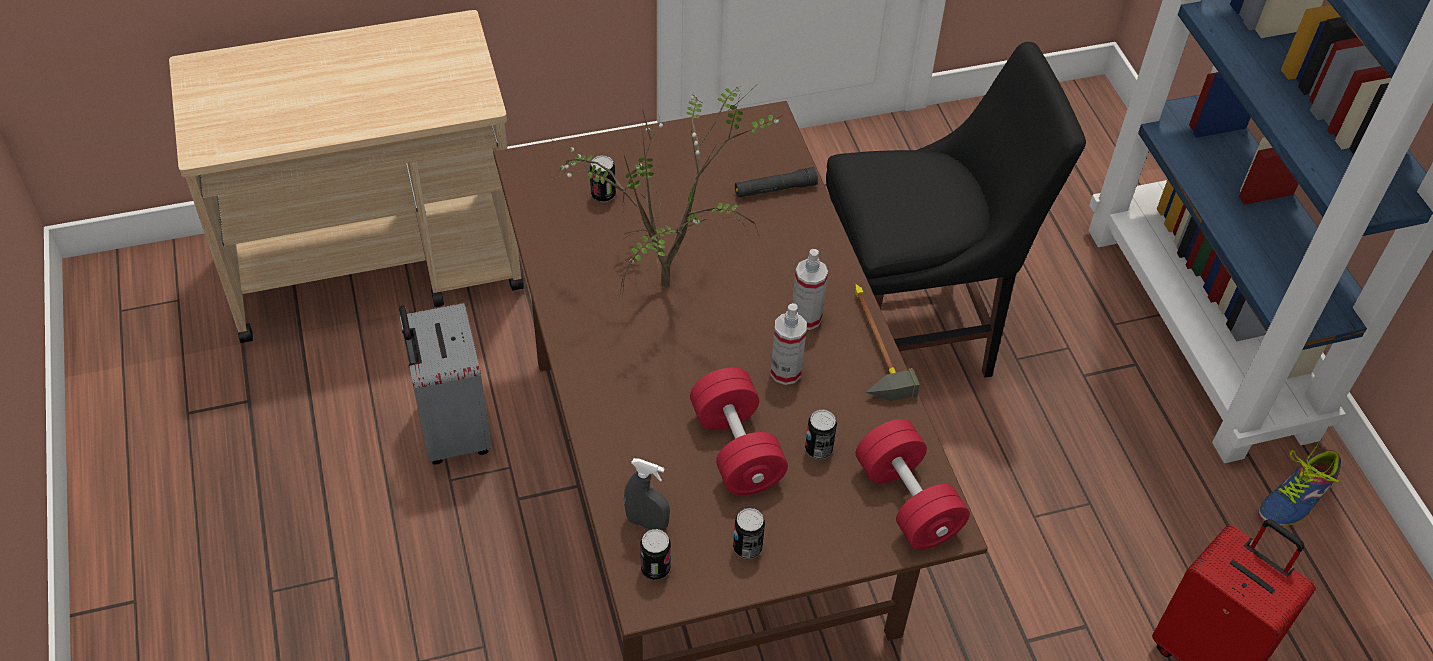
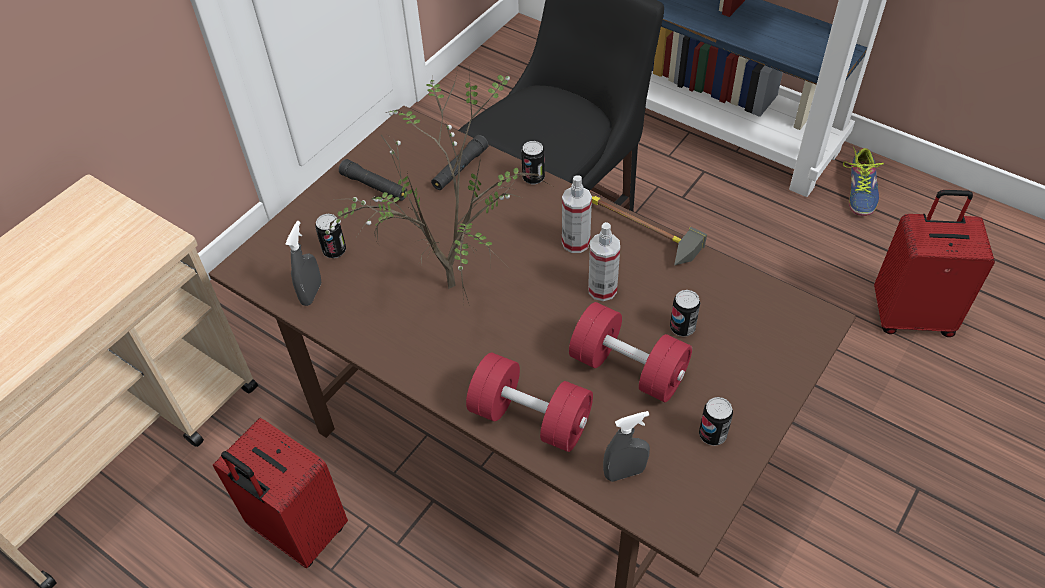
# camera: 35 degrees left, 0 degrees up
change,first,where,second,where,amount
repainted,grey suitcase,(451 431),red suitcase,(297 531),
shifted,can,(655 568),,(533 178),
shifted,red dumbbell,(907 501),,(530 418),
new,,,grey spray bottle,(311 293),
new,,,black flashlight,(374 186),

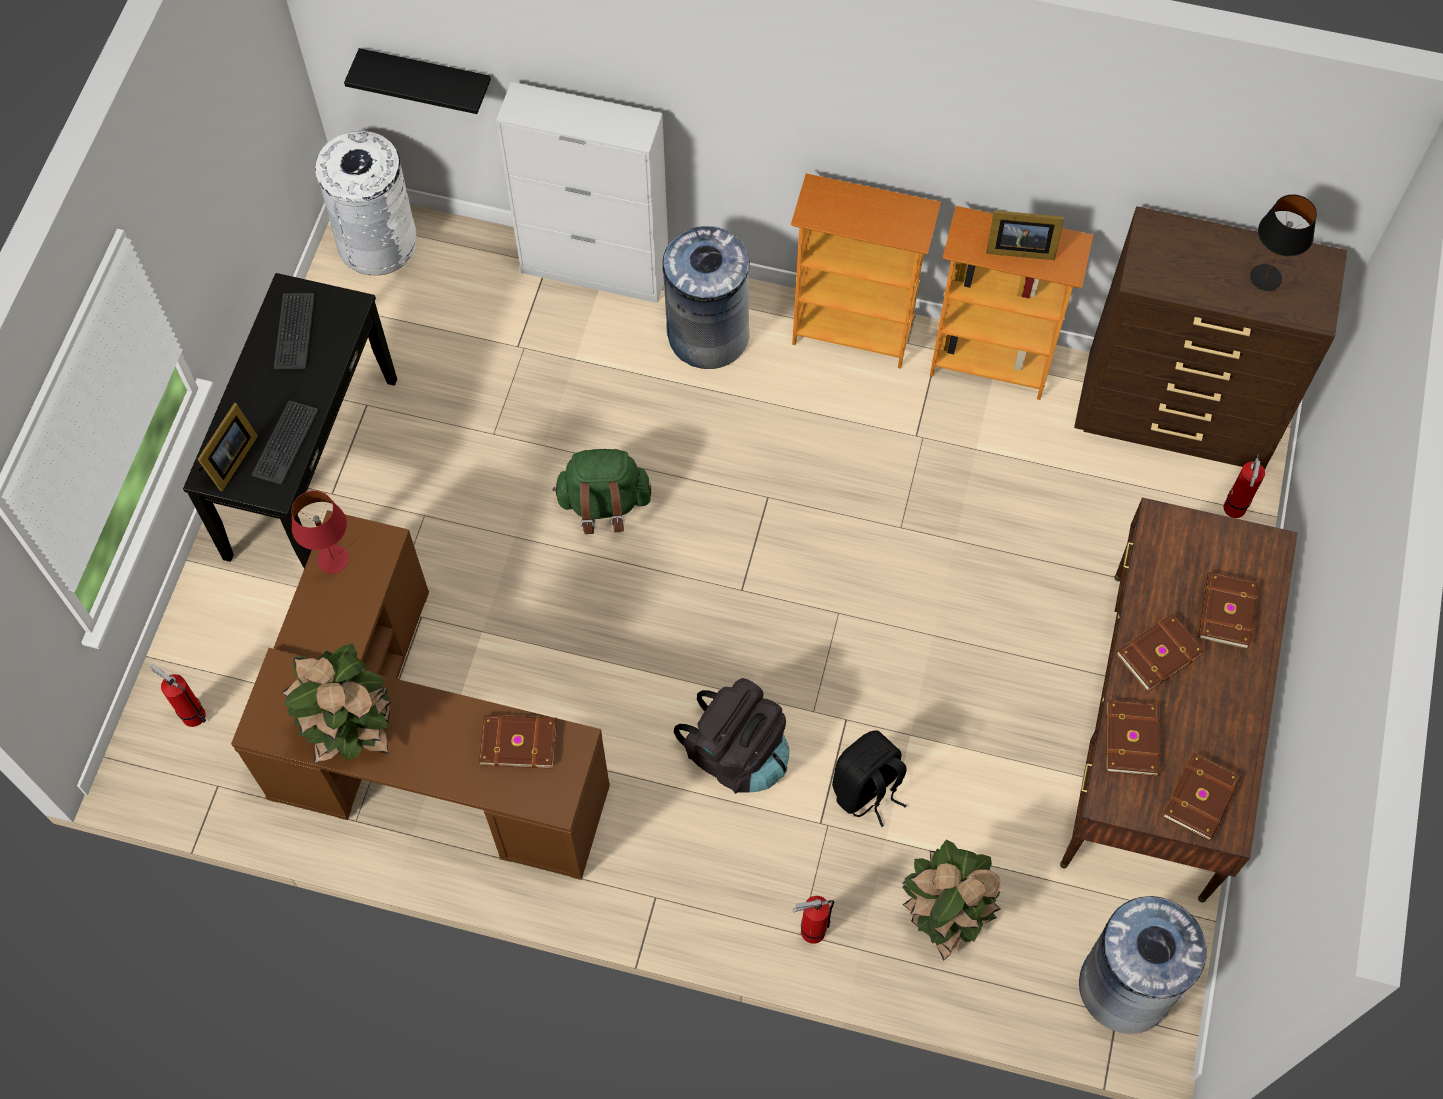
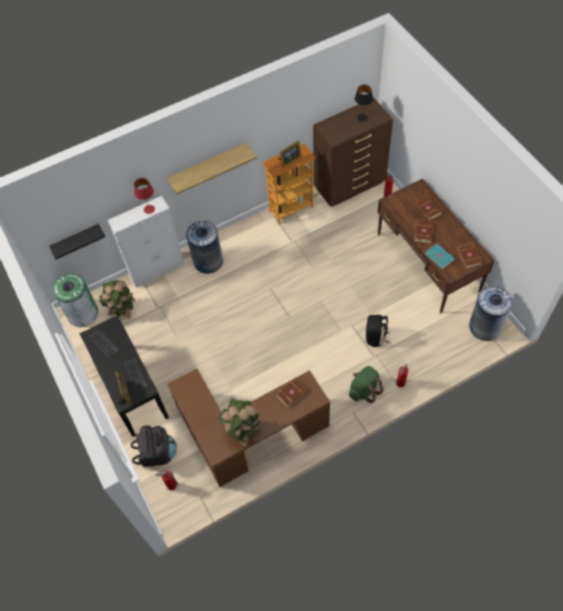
# camera: 40 degrees left, 5 degrees down
change,first,where,second,where,amount
shifted,red table lamp,(333 558),,(149 209),
repainted,white trash can,(378 242),green trash can,(83 313),
shifted,green backpack,(604 504),,(364 390),
shifted,black backpack,(736 754),,(157 453),
gone,bookcase,(853 332),,,
shifted,potted plant,(944 915),,(122 310),
repainted,brown book,(1133 739),turquoise book,(439 256),
new,,,shelf,(208 166),

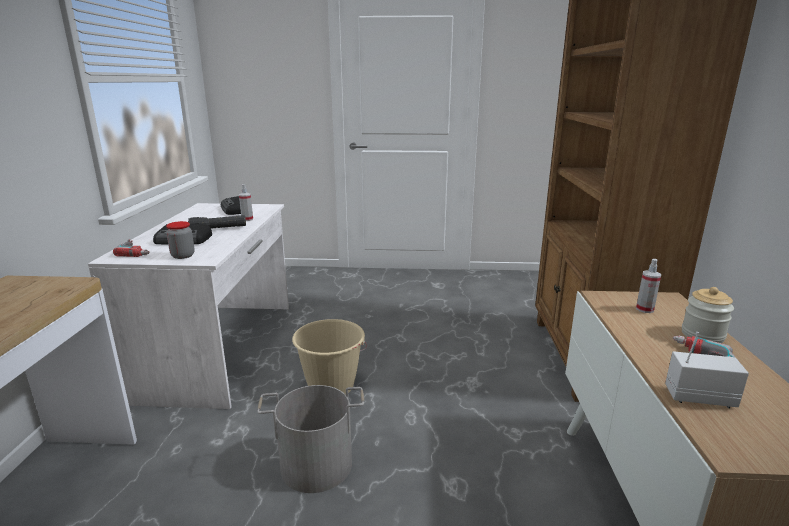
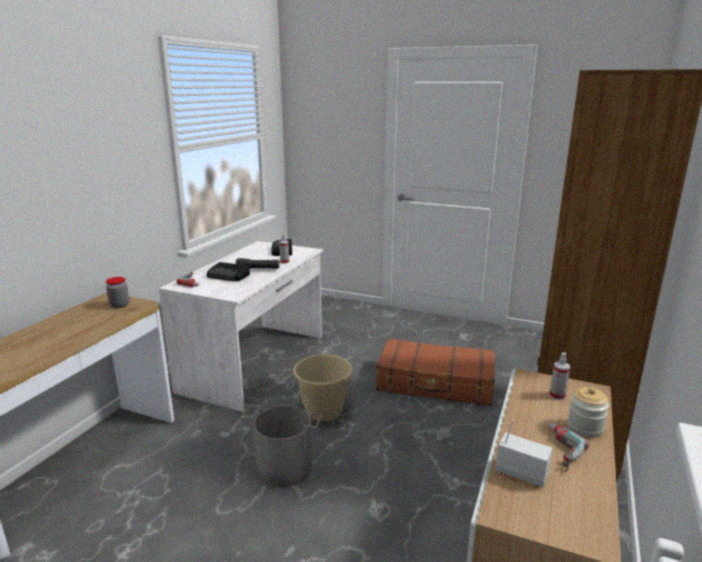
# camera: 20 degrees right, 0 degrees up
change,first,where,second,where,amount
shifted,jar,(183 256),,(119 305),
new,,,brown suitcase,(435 383),

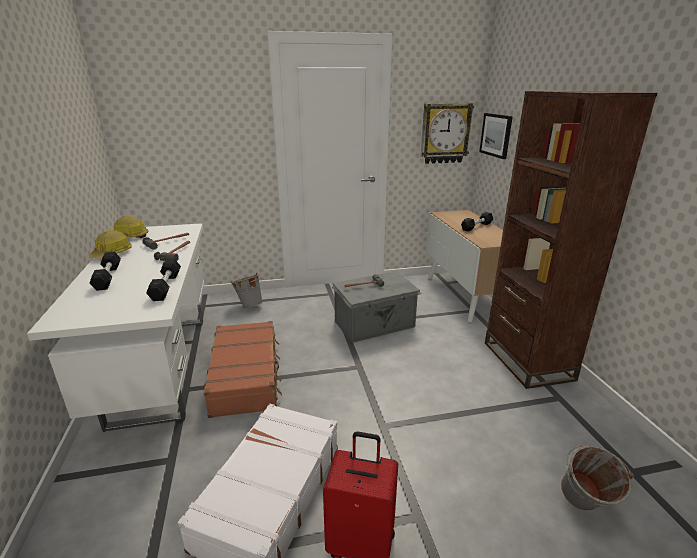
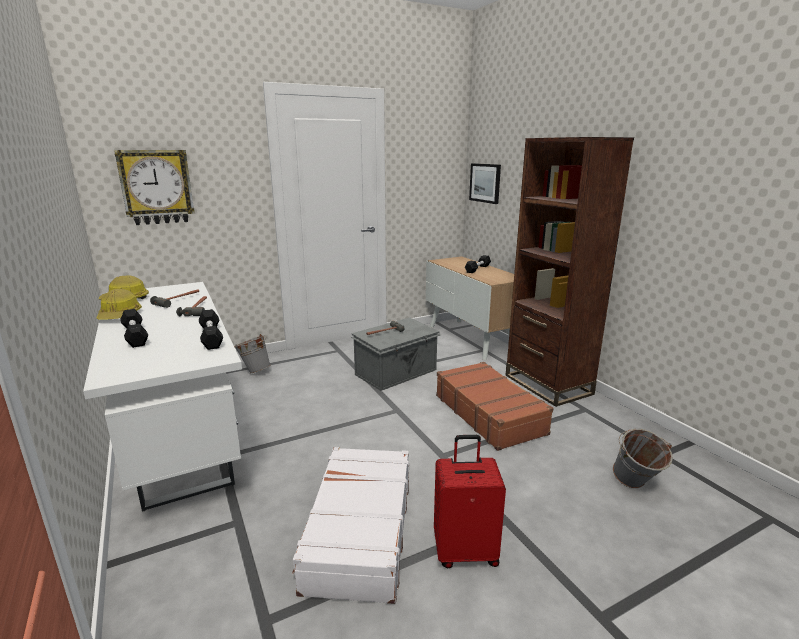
# camera: 15 degrees left, 5 degrees down
change,first,where,second,where,amount
shifted,brown suitcase,(246 376),,(489 414),
shifted,wall clock,(445 133),,(157 187),

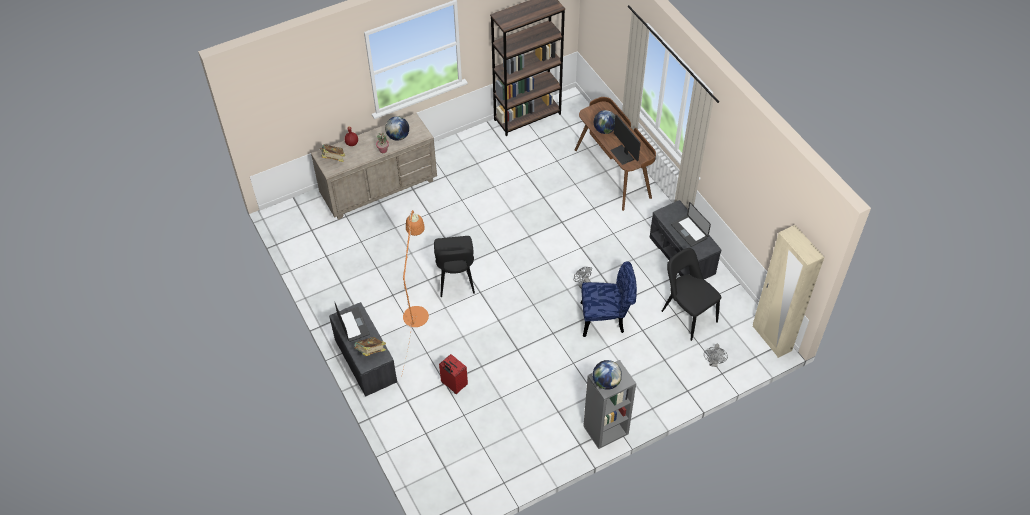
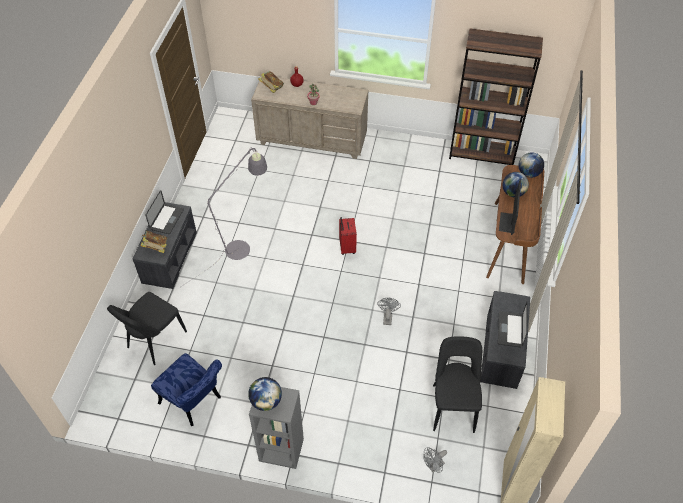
# camera: 40 degrees right, 0 degrees up
change,first,where,second,where,amount
shifted,globe,(398 136),,(528 173),
repainted,orange floor lamp,(416 310),grey floor lamp,(242 246),
shifted,black chair,(456 280),,(155 341),
shifted,red suitcase,(453 385),,(346 247),
shifted,blue chair,(607 318),,(194 402),

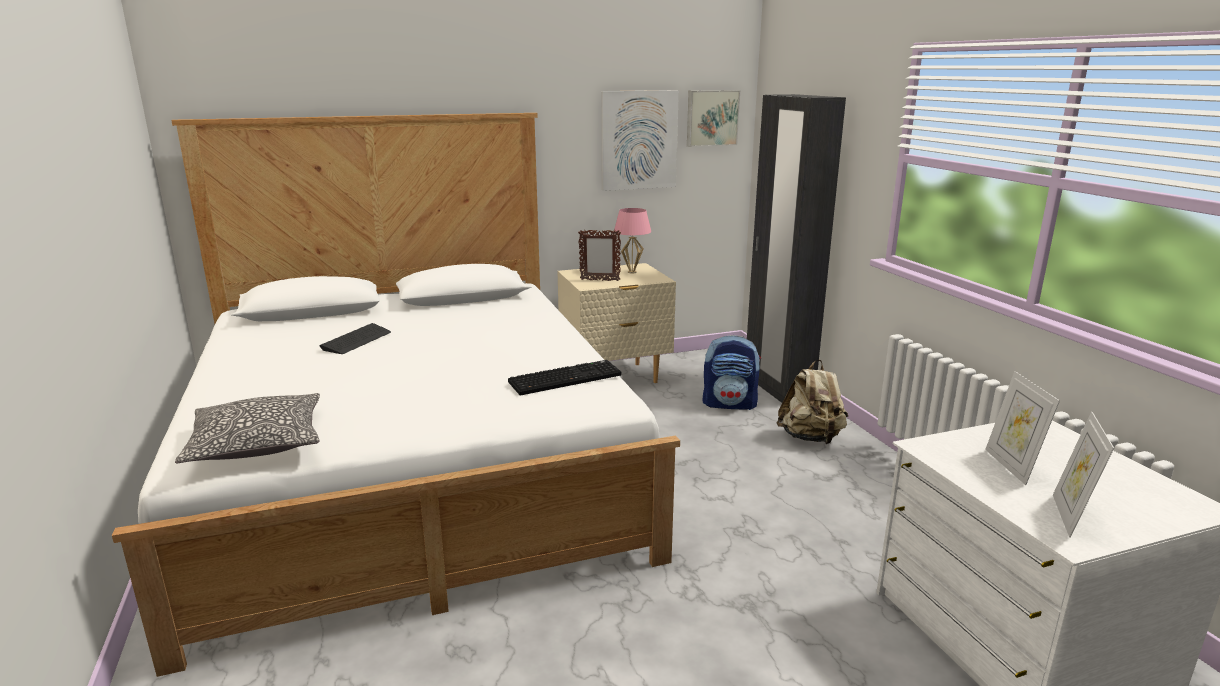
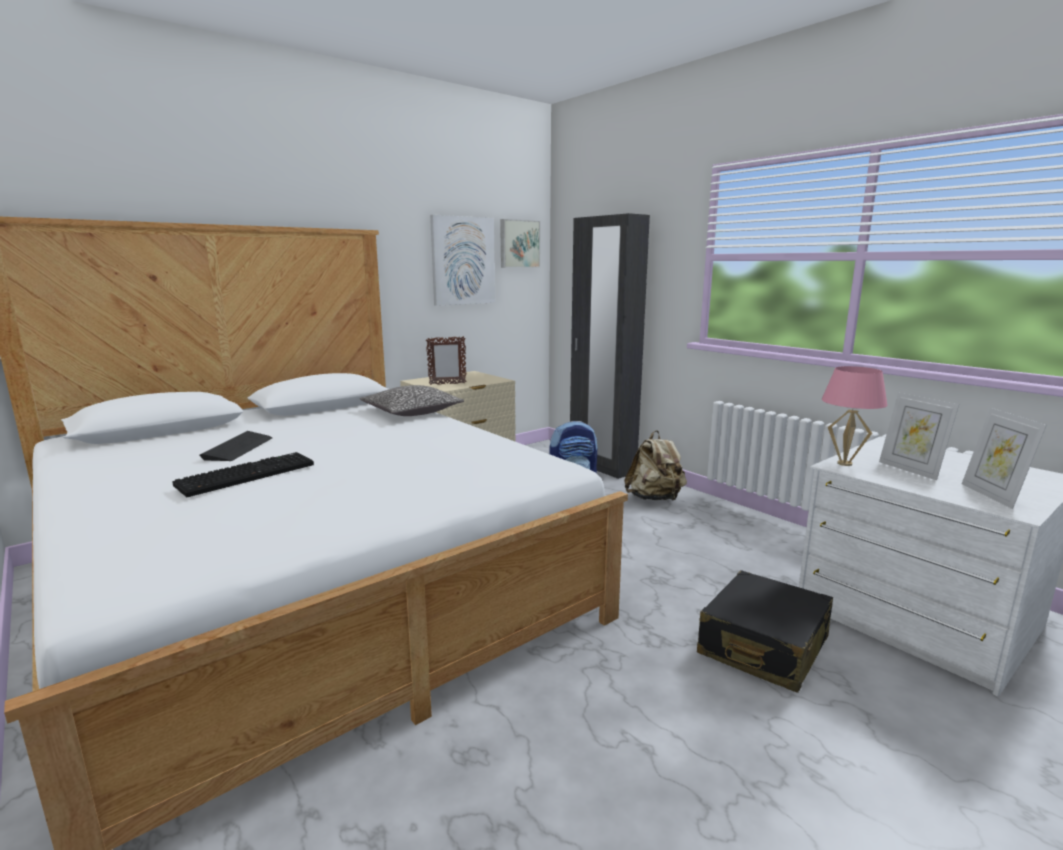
# camera: 20 degrees left, 5 degrees down
change,first,where,second,where,amount
shifted,pillow,(257 443),,(412 412),
shifted,keyboard,(565 378),,(247 474),
shifted,pink table lamp,(632 272),,(844 463),
new,,,black suitcase,(763 646),

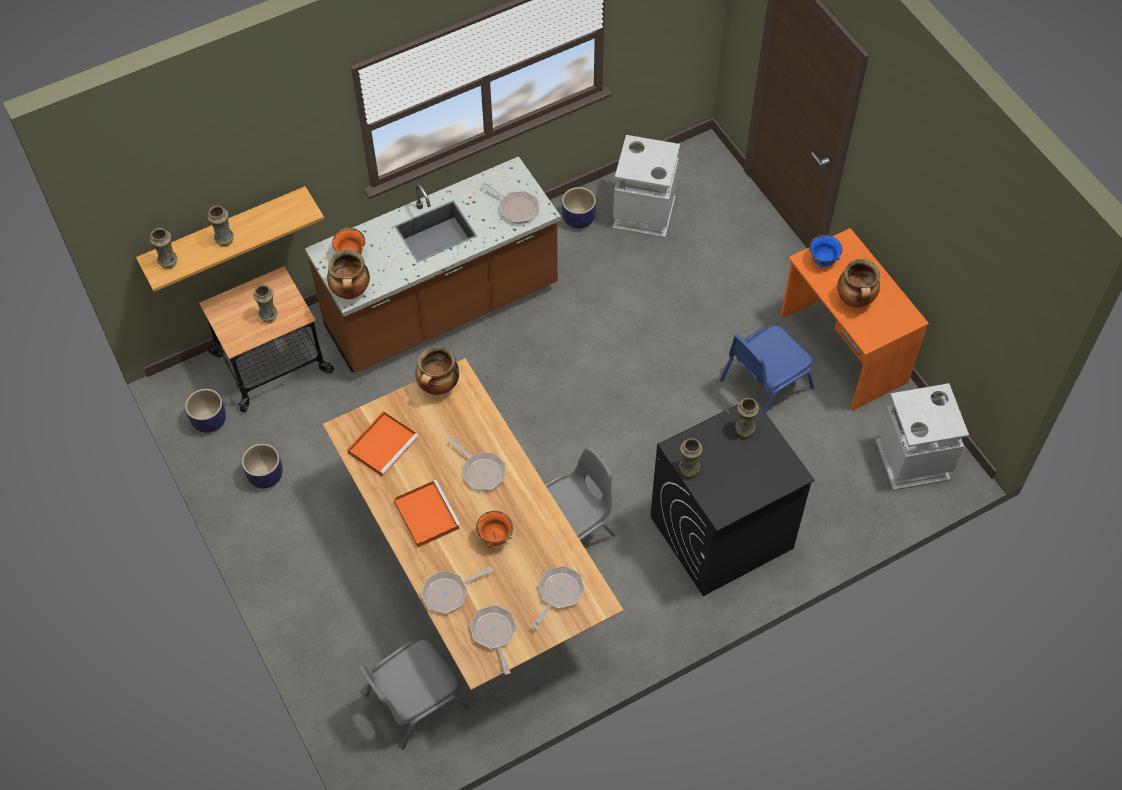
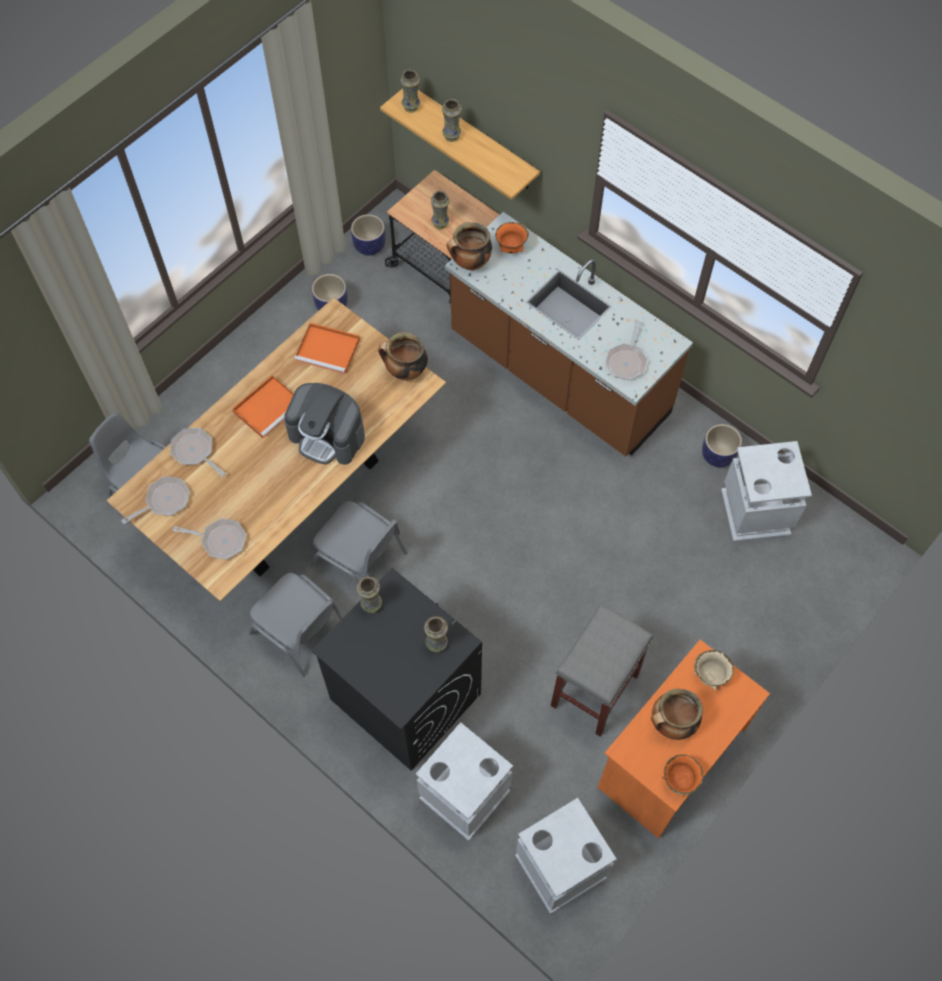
# camera: 70 degrees right, 5 degrees up
change,first,where,second,where,amount
swapped,frying pan,(481 471),coffee machine,(328 436),
shifted,orange bowl,(495 538),,(679 780),
swapped,blue chair,(764 383),grey stool,(594 689),
repainted,blue bowl,(822 261),beige bowl,(710 675),
new,,,grey chair,(301 631),
new,,,grey trash can,(463 795),

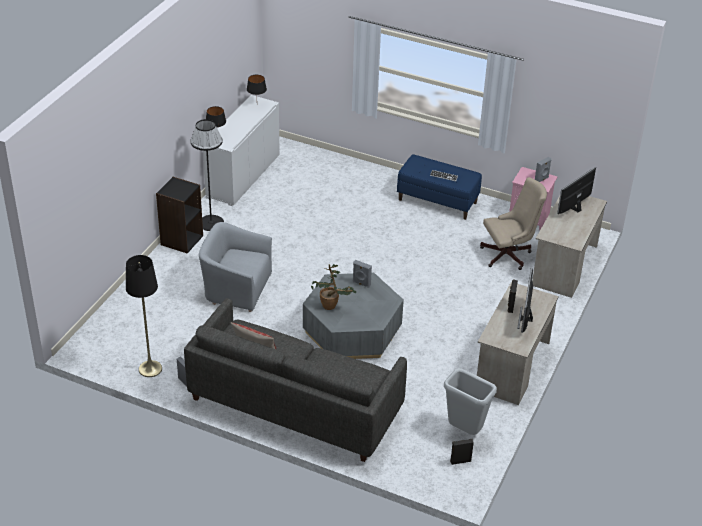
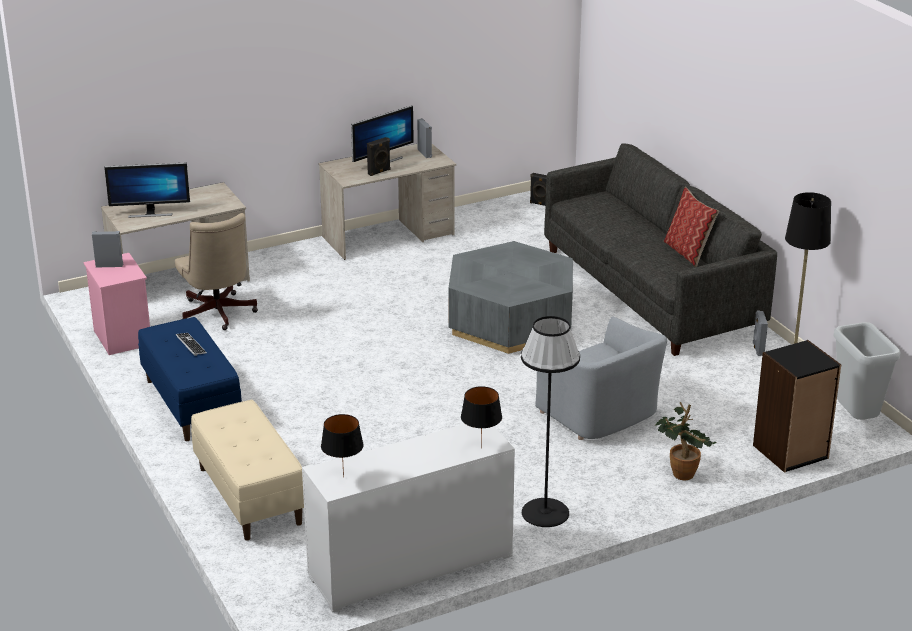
# camera: 140 degrees left, 10 degrees down
change,first,where,second,where,amount
shifted,black bookcase,(181 240),,(791 452),
shifted,potted plant,(332 307),,(681 471),
shifted,grey speaker,(361 284),,(425 153),
shifted,grey trash can,(464 431),,(857 419),
rotated,beige office chair,(509 255),,(218 315),135 degrees counterclockwise
new,,,beige bench,(249 495),

